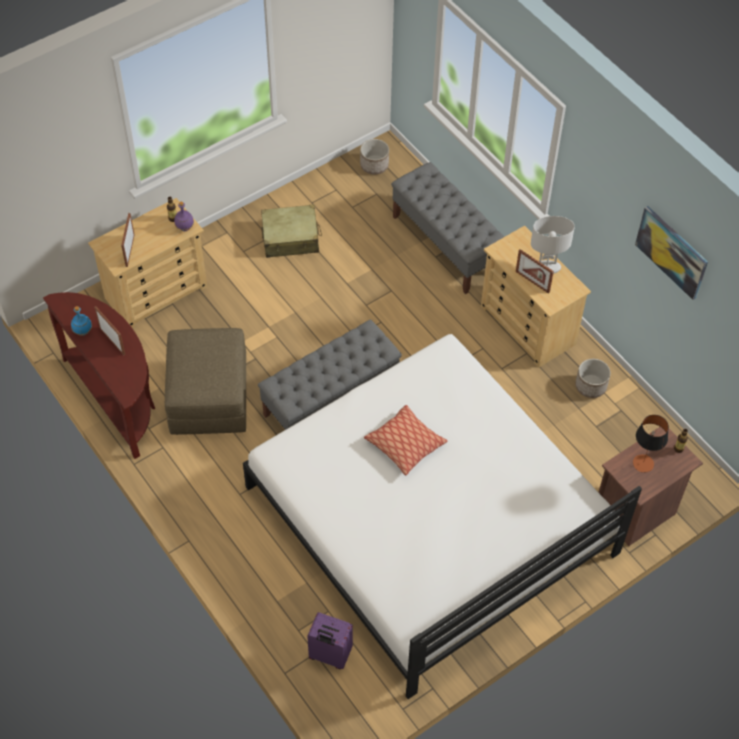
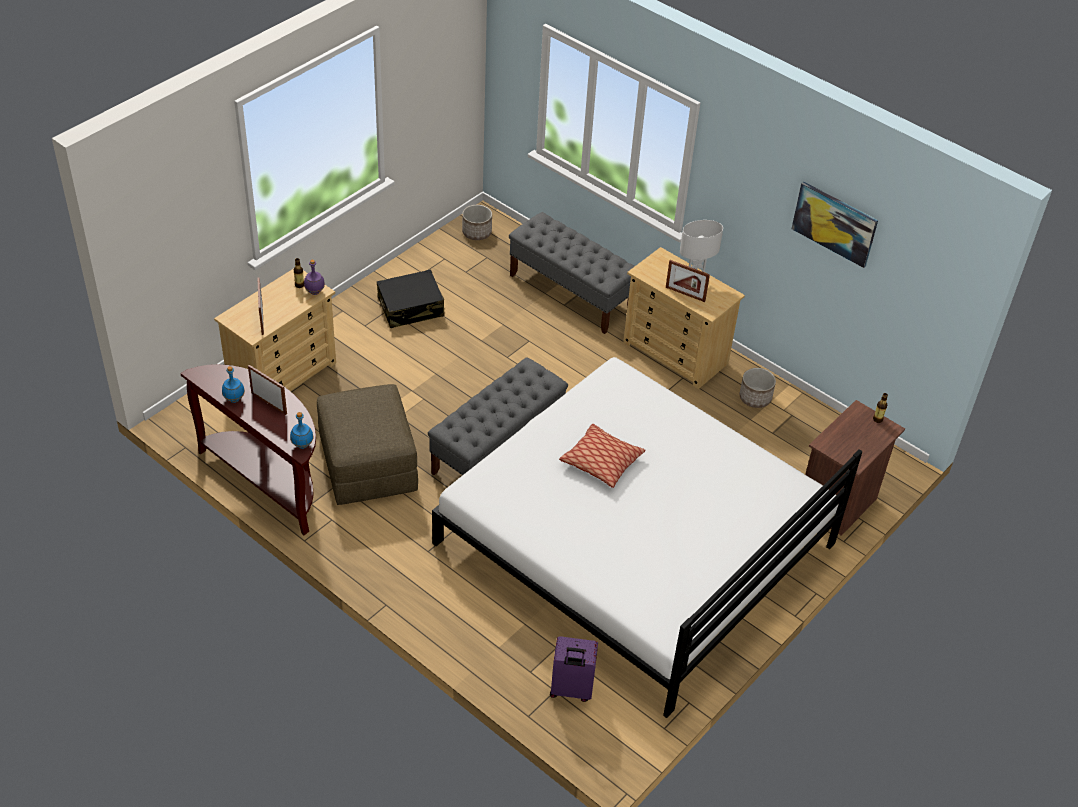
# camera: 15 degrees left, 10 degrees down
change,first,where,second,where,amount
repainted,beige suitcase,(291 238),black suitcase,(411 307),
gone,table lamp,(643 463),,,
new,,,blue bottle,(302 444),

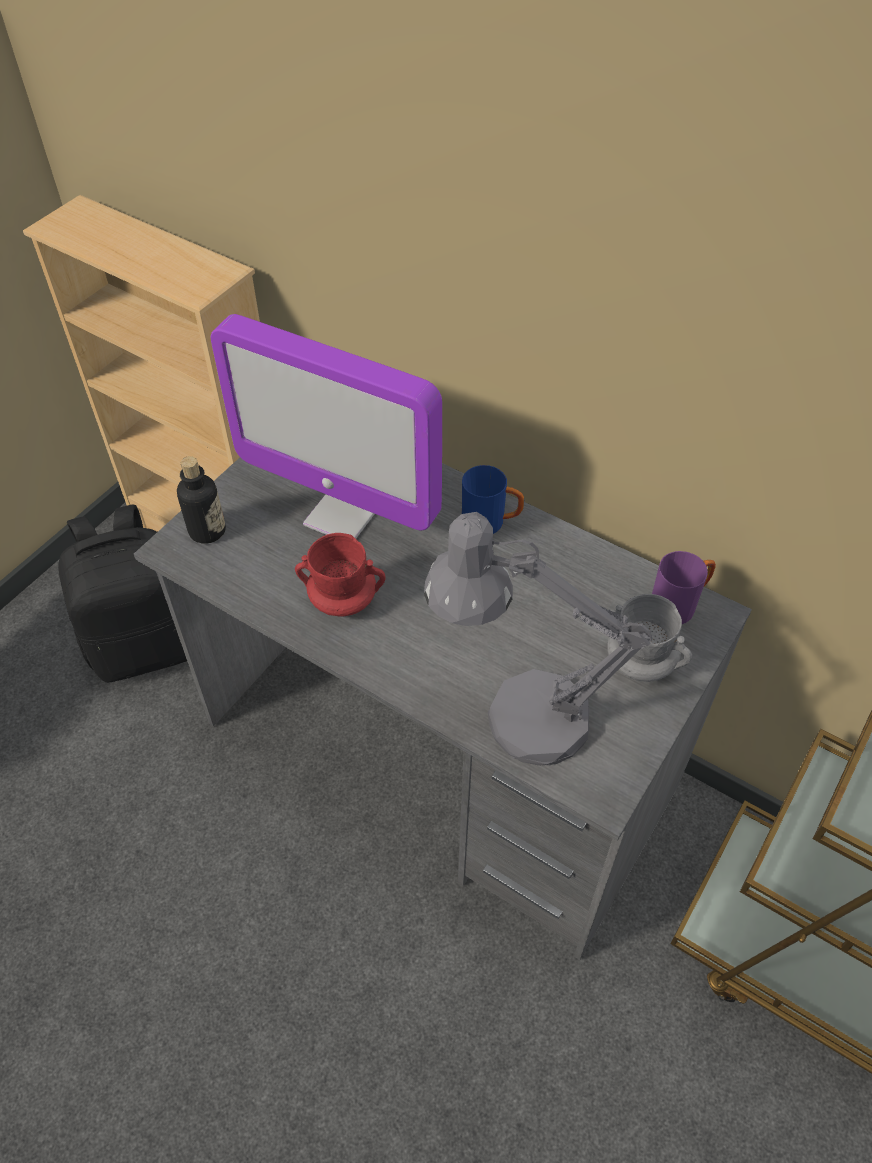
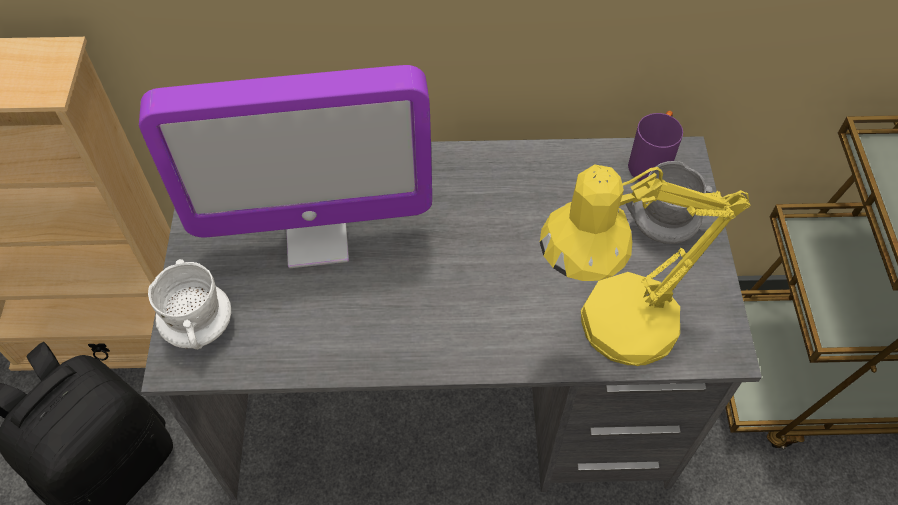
# camera: 35 degrees left, 5 degrees up
change,first,where,second,where,amount
swapped,bottle,(207 531),white mug,(199 326),
gone,red mug,(343 600),,,
repainted,grey table lamp,(516 715),yellow table lamp,(609 329),
gone,blue mug,(491 522),,,

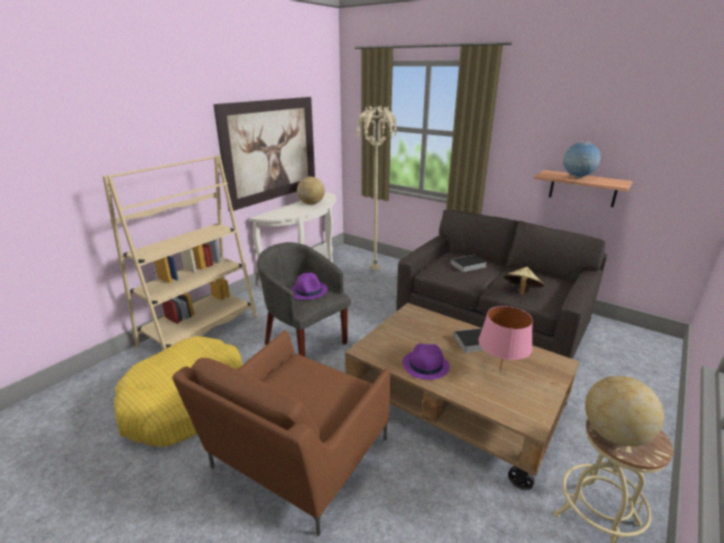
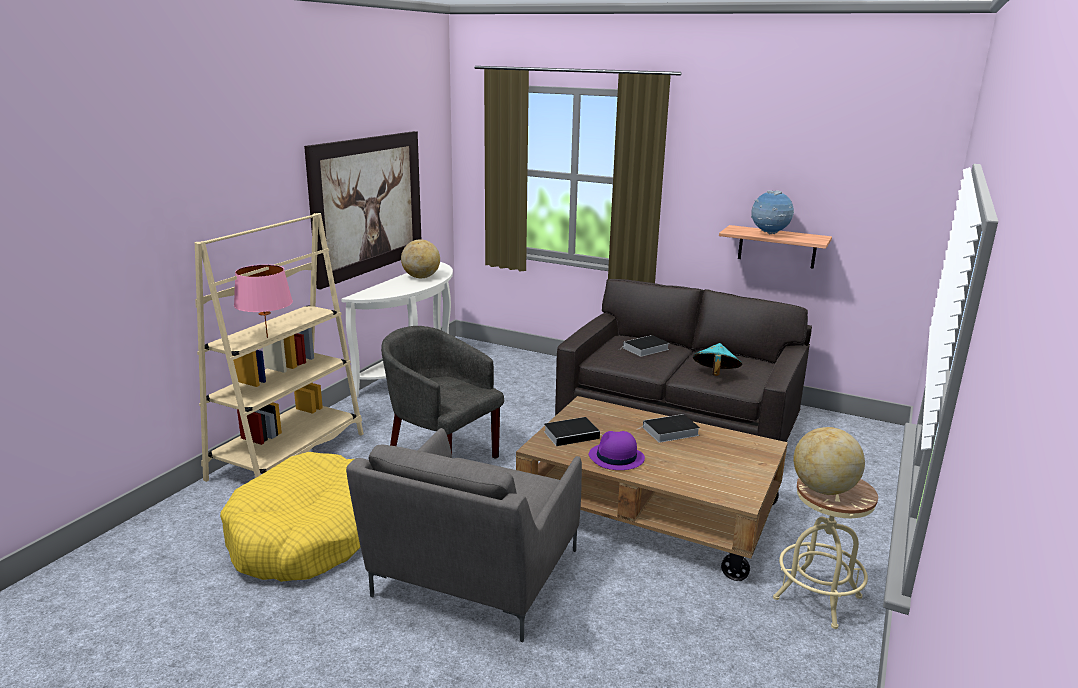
# camera: 10 degrees left, 5 degrees down
change,first,where,second,where,amount
repainted,brown armchair,(296 457),grey armchair,(473 577),
gone,purple hat,(309 291),,,
gone,beige floor lamp,(374 270),,,
shifted,pink table lamp,(500 370),,(267 337),
repainted,beige hat,(521 292),turquoise hat,(715 374),
new,,,book,(572 434),

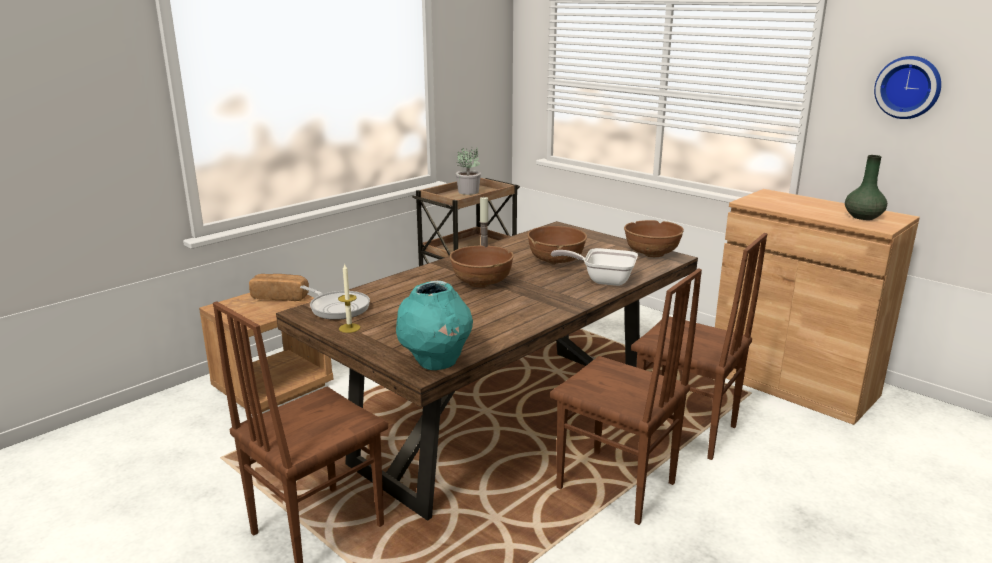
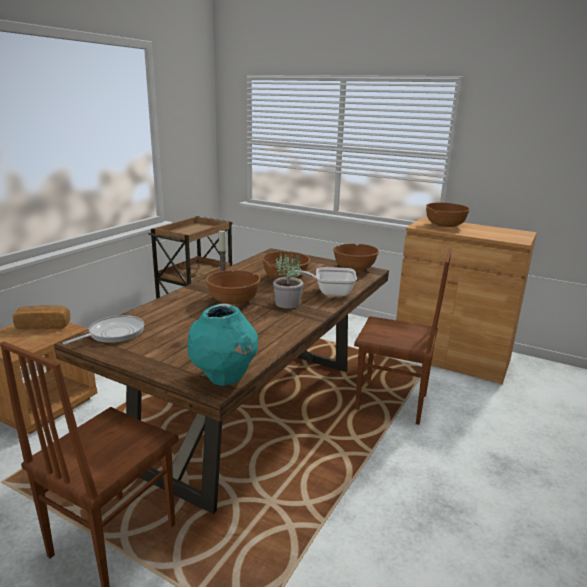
# camera: 15 degrees left, 0 degrees up
change,first,where,second,where,amount
rotated,frying pan,(337 308),,(113 334),75 degrees counterclockwise
gone,candle,(349 328),,,
shifted,potted plant,(468 192),,(288 303),
gone,brown chair,(616 487),,,
gone,green vase,(863 217),,,
gone,wall clock,(908 87),,,
new,,,brown bowl,(445 226),

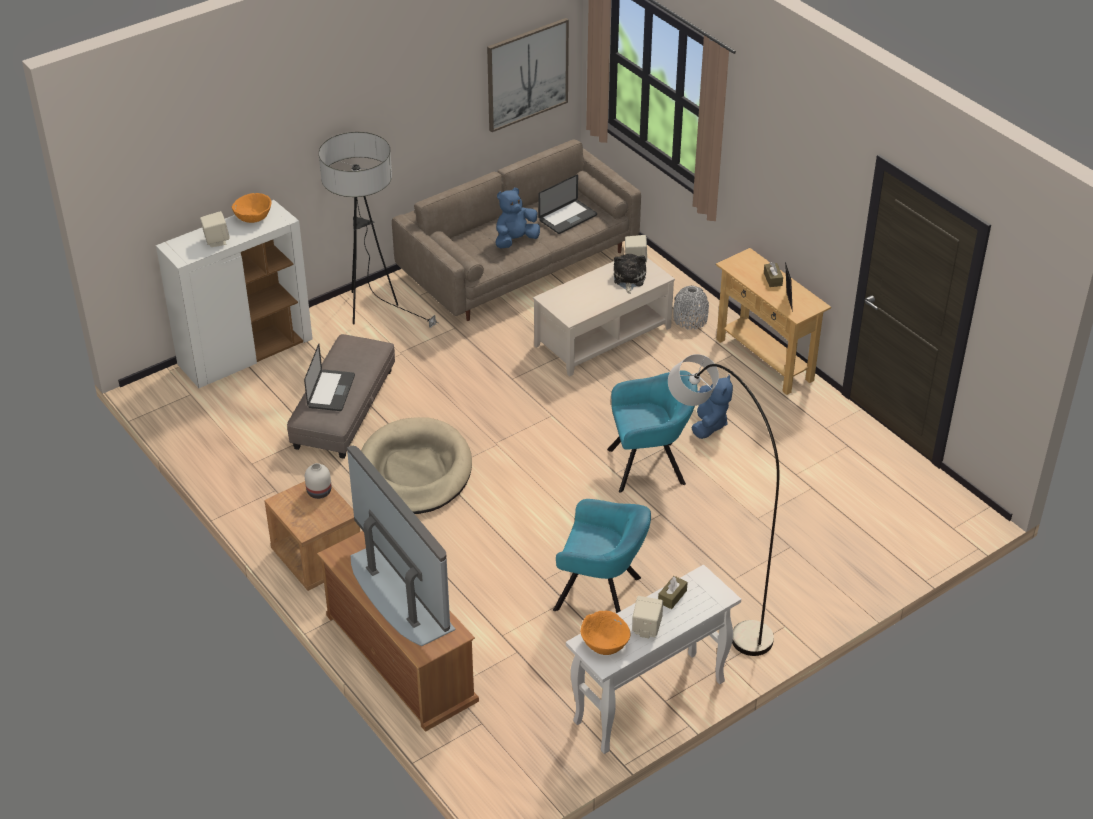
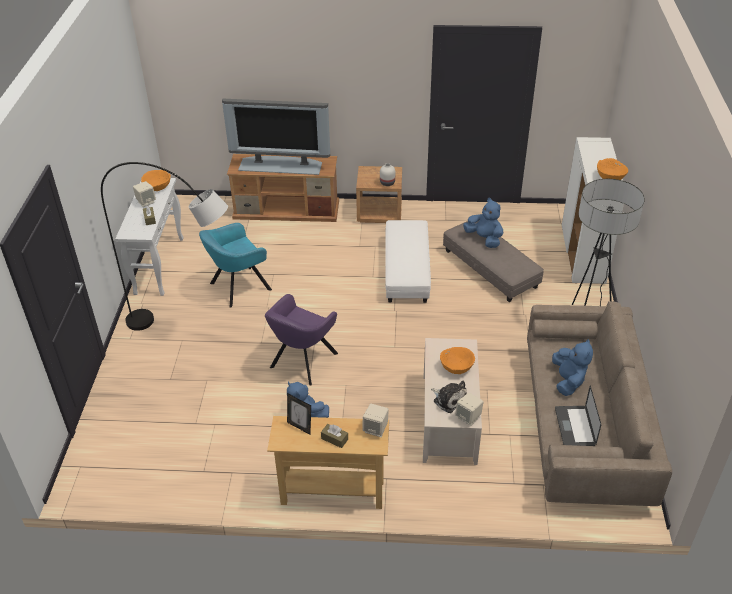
# camera: 130 degrees right, 0 degrees up
change,first,where,second,where,amount
shifted,beige speaker,(216 241),,(375 429),
swapped,laptop,(331 391),blue plush toy,(484 239),
swapped,beige dog bed,(414 471),white ottoman,(406 270),
gone,picture,(527 74),,,
repainted,turquoise armchair,(650 466),purple armchair,(302 362),
gone,grey vase,(690 319),,,
new,,,orange bowl,(456 367),

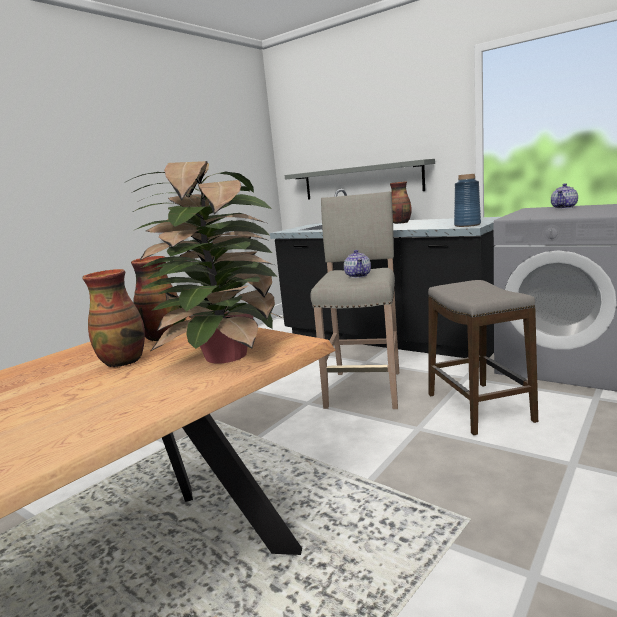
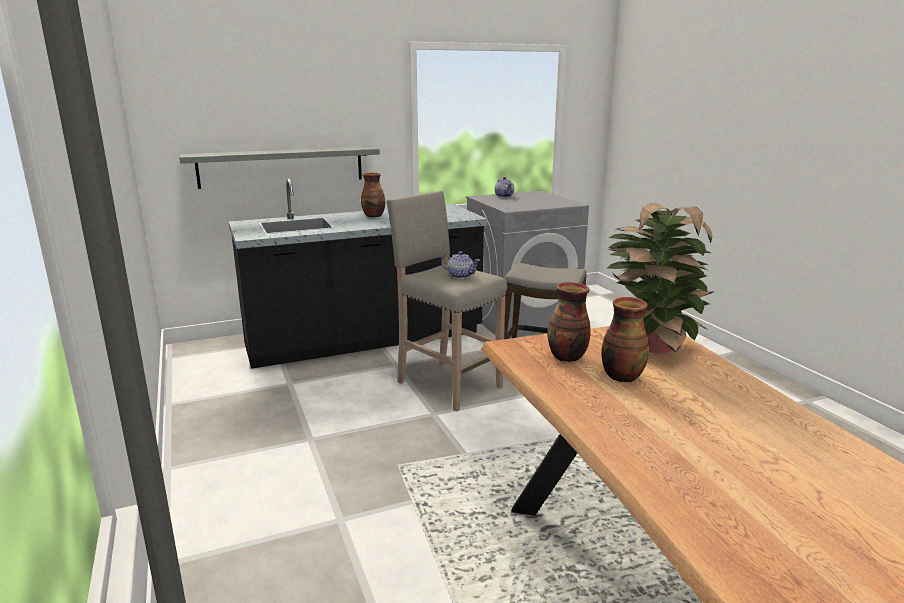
# camera: 60 degrees left, 5 degrees up
change,first,where,second,where,amount
gone,blue vase,(467 225),,,

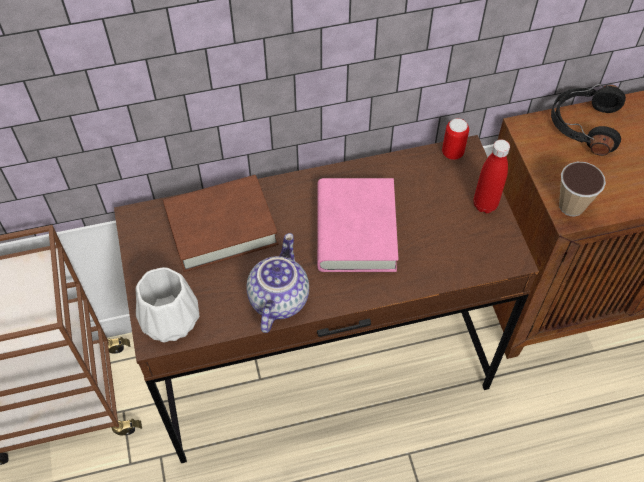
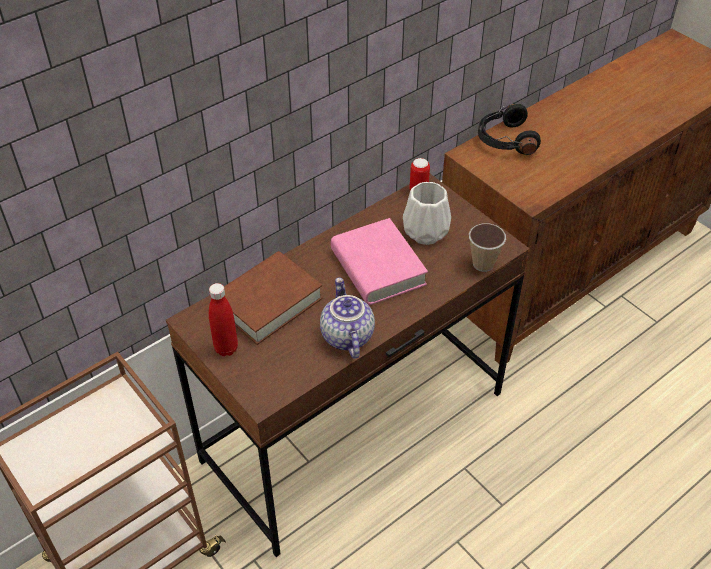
# camera: 25 degrees left, 10 degrees down
change,first,where,second,where,amount
shifted,white vase,(171 321),,(426 232),
shifted,red bottle,(485 204),,(226 348),
shifted,cup,(571 206),,(483 264),

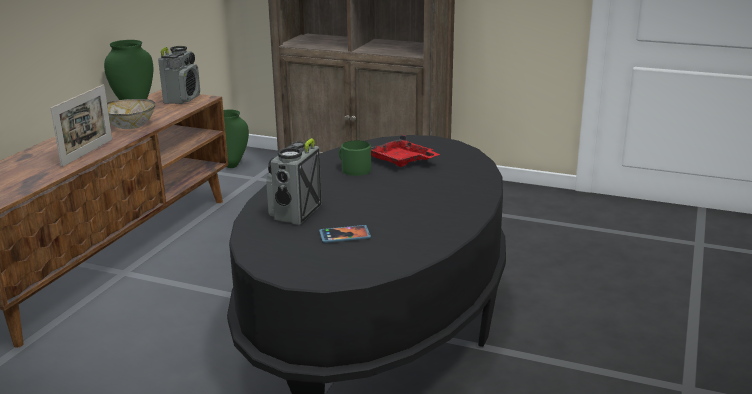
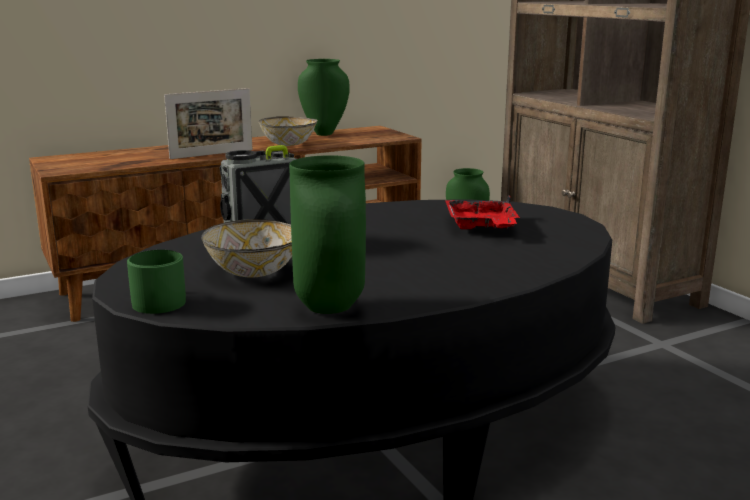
# camera: 40 degrees right, 5 degrees down
change,first,where,second,where,amount
gone,radio,(182 99),,,
swapped,phone,(344 236),bowl,(254 272),
shifted,green mug,(353 169),,(159 300),
new,,,green vase,(327 307),

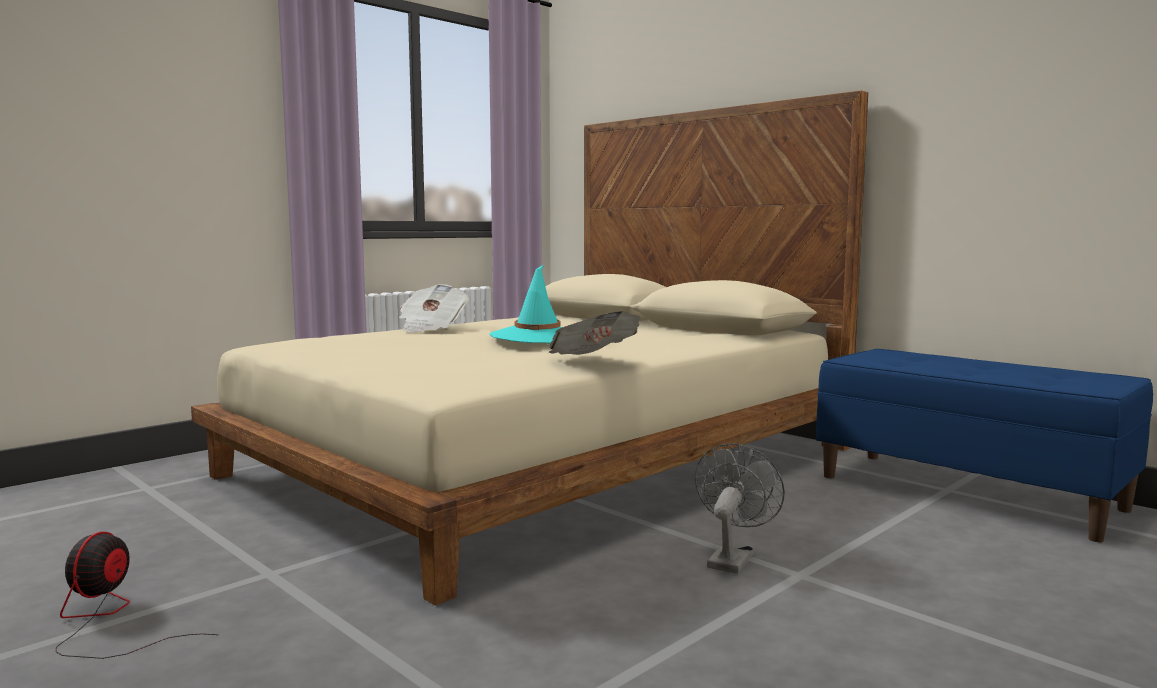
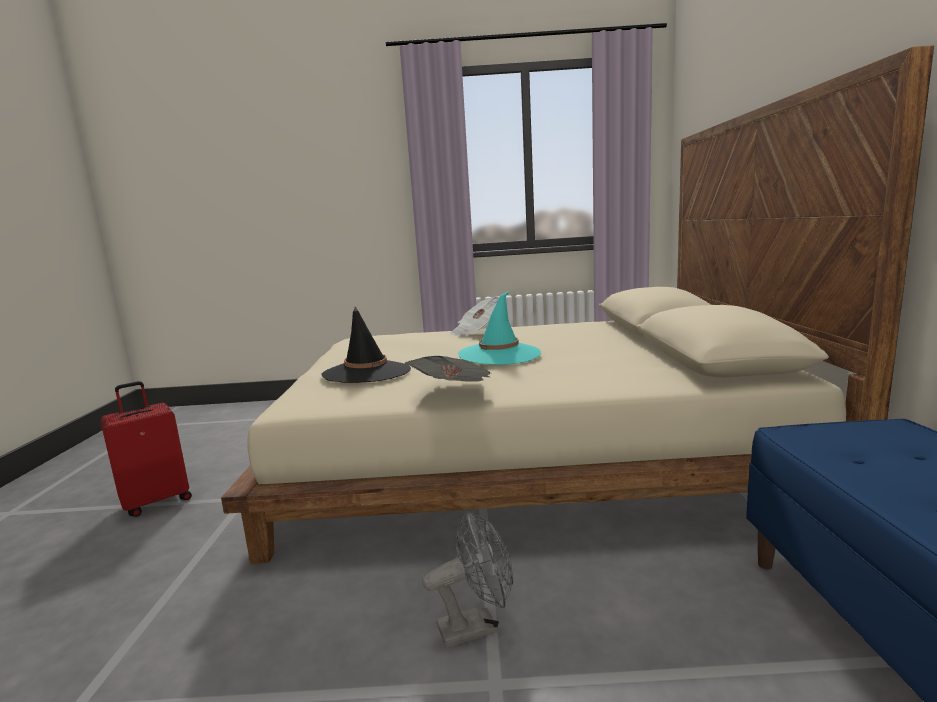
# camera: 45 degrees right, 5 degrees up
change,first,where,second,where,amount
swapped,fan,(108 619),red suitcase,(157 501),
new,,,black hat,(367 373),

